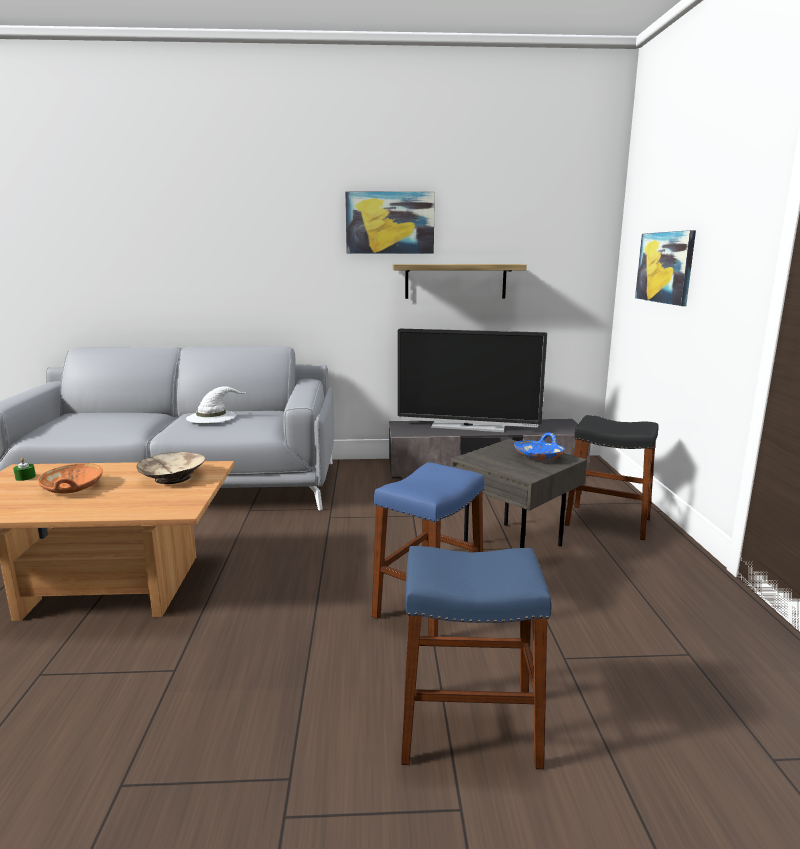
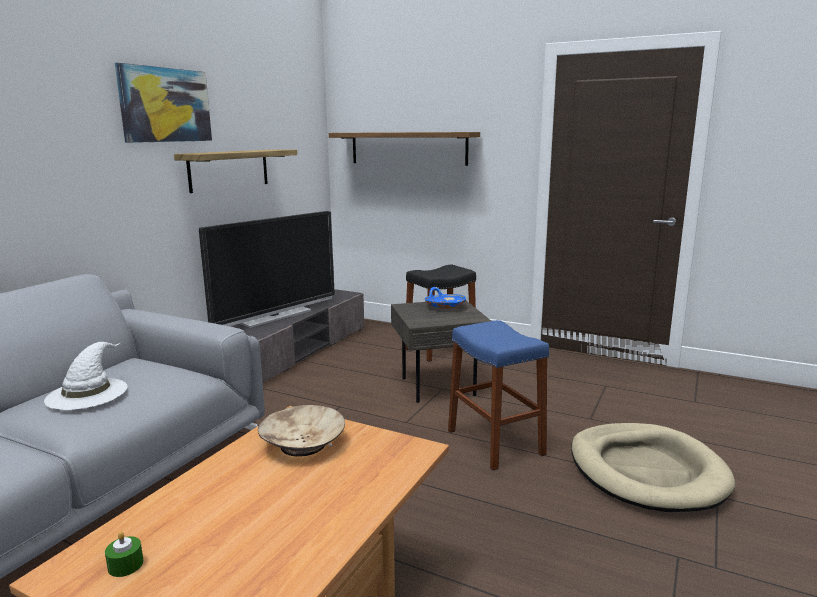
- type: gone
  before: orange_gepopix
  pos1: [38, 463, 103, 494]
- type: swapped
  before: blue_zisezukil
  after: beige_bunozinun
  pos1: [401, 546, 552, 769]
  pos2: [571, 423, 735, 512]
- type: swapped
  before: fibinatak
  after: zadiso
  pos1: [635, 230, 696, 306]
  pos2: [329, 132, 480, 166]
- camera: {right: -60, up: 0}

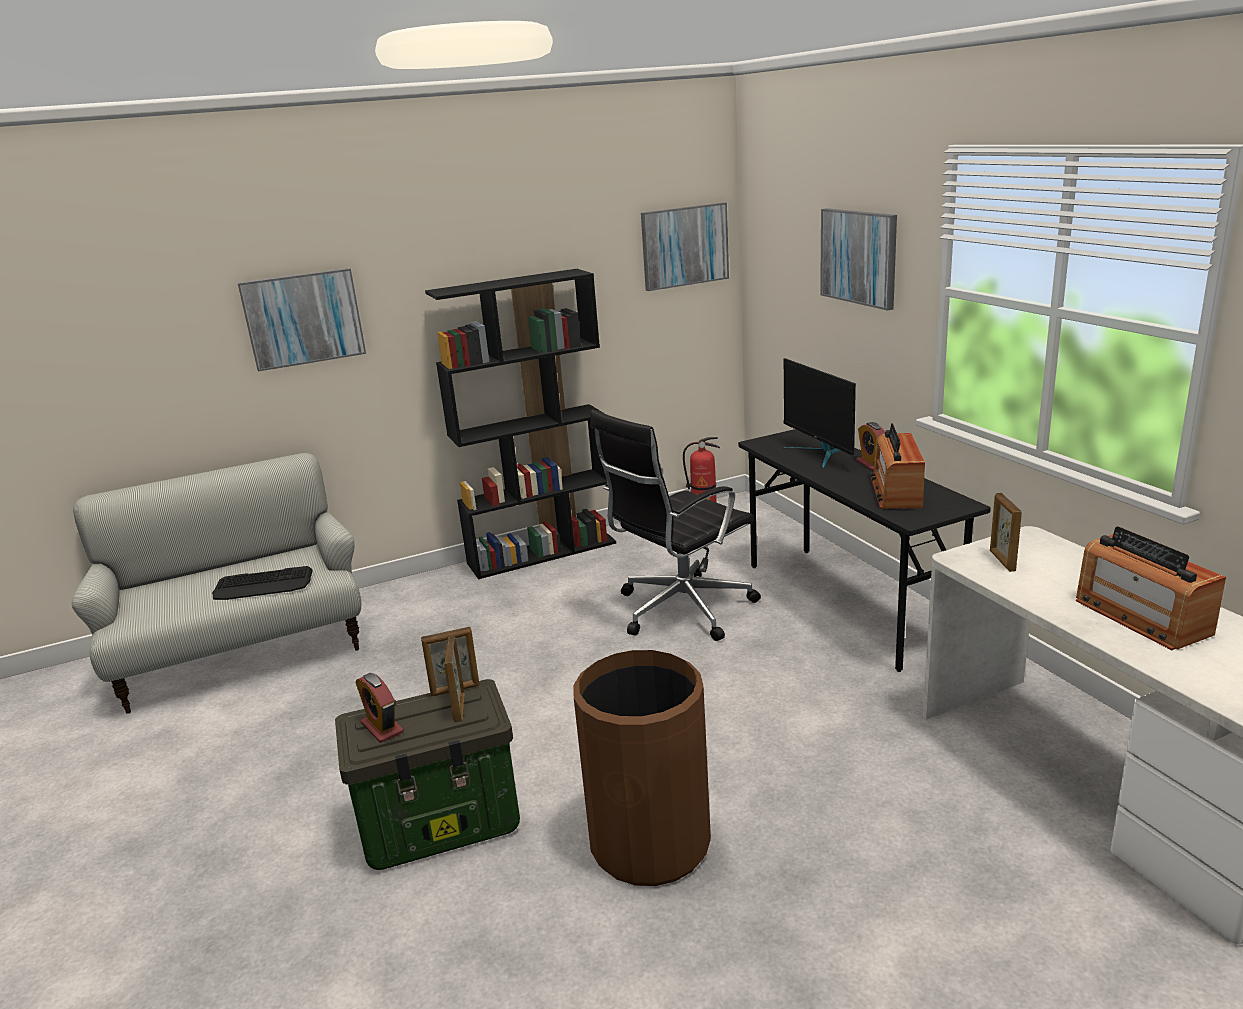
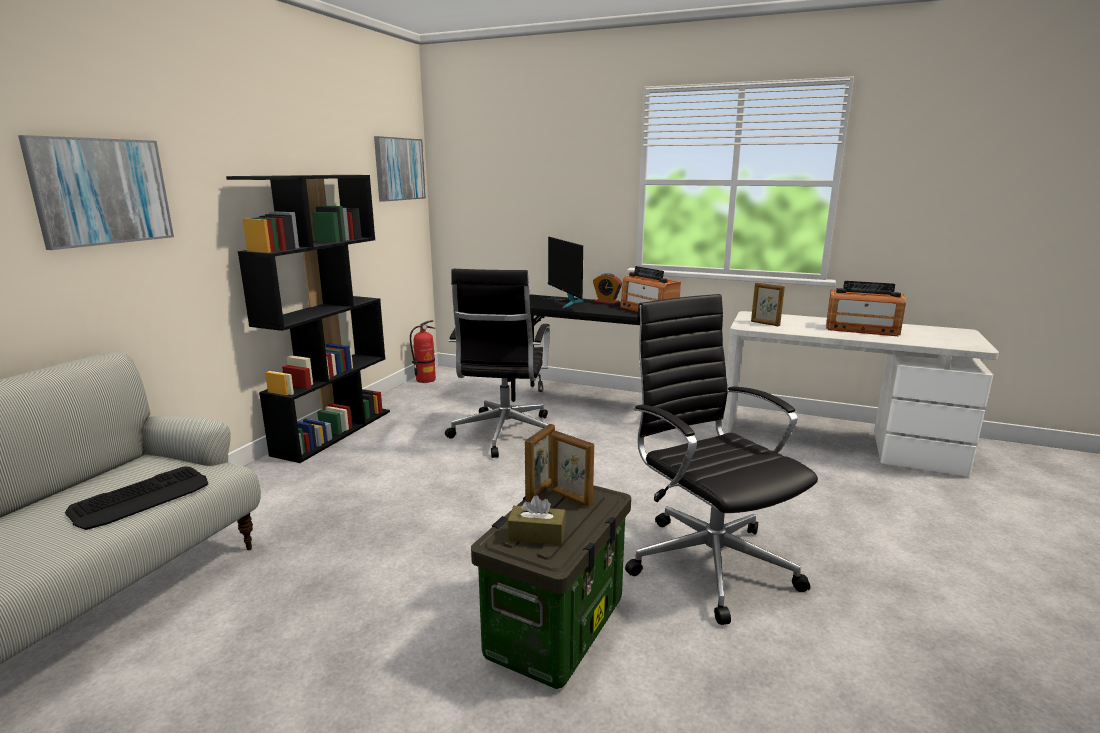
- type: swapped
  before: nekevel
  after: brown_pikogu
  pos1: [355, 673, 404, 743]
  pos2: [508, 495, 566, 545]
- type: swapped
  before: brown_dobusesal
  after: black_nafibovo
  pos1: [573, 650, 711, 886]
  pos2: [625, 294, 818, 625]
- type: rotated
  before: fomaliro
  pos1: [782, 358, 856, 469]
  pos2: [543, 237, 585, 309]
  turn: 45
- type: gone
  before: fibinatak
  pos1: [820, 208, 897, 311]
- camera: {right: -45, up: -5}

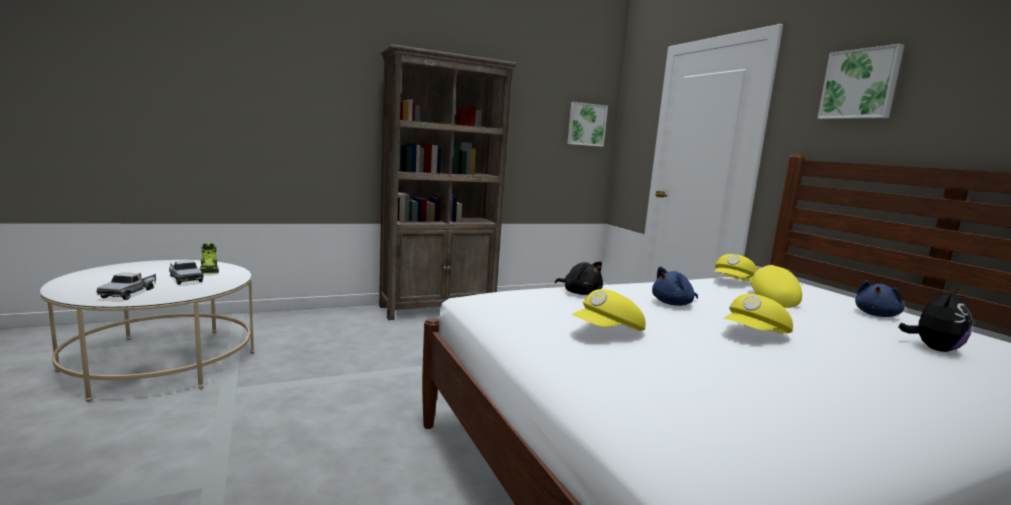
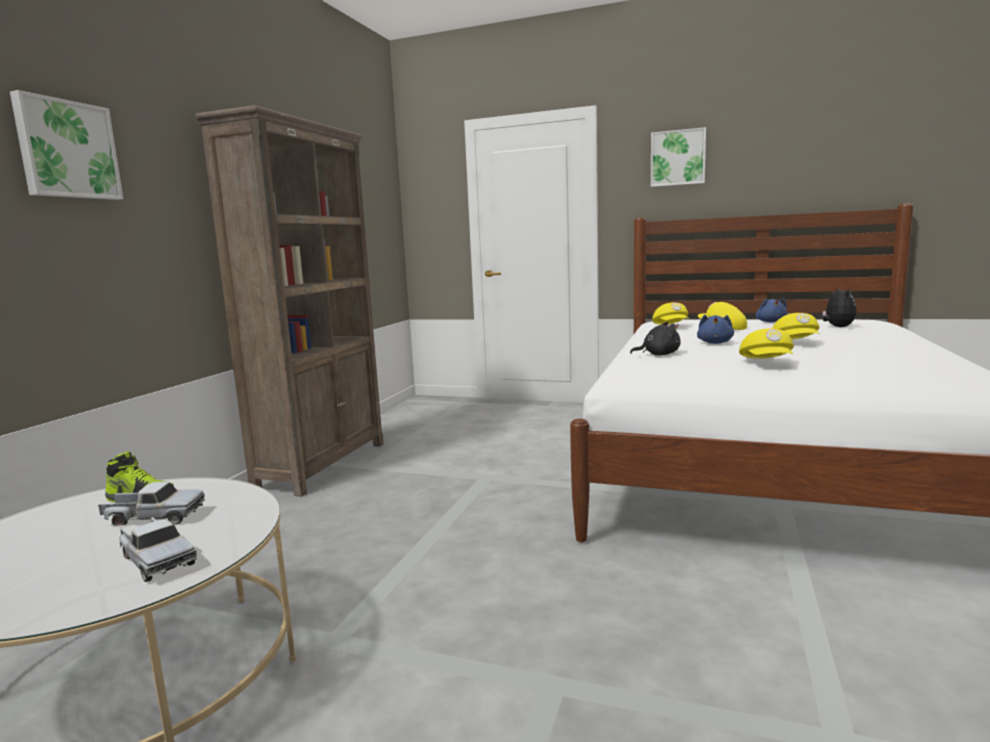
- type: shifted
  before: fibinatak
  pos1: [567, 102, 608, 147]
  pos2: [10, 90, 123, 200]
- camera: {right: -45, up: 0}

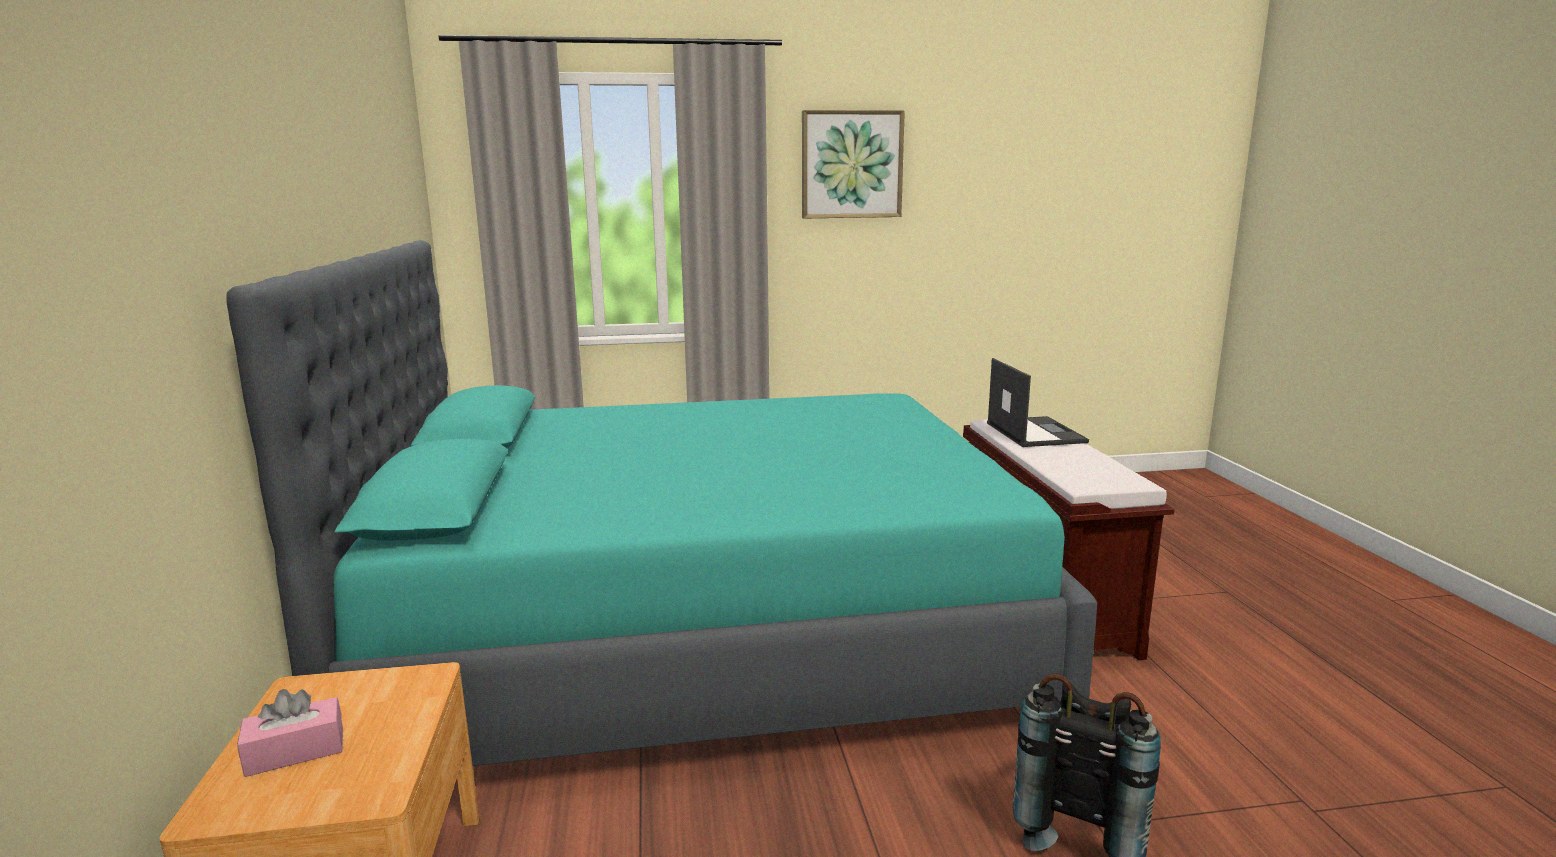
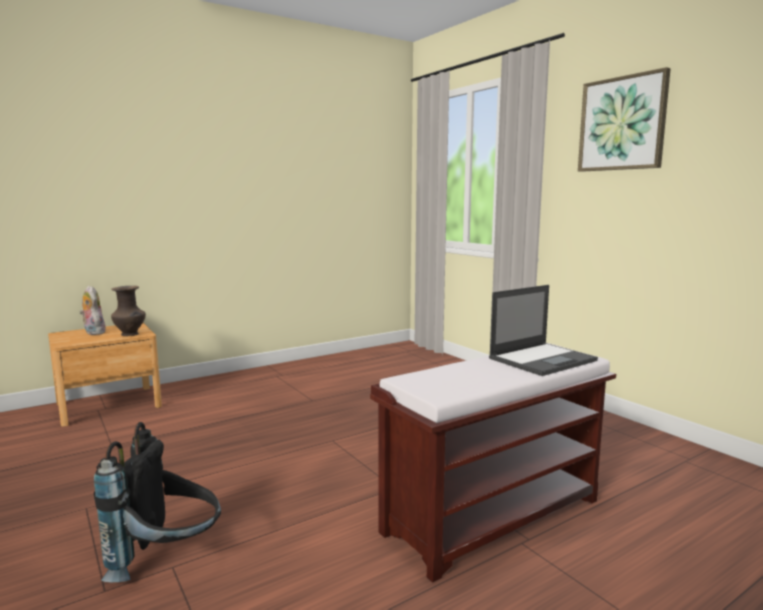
- type: gone
  before: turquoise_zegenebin
  pos1: [226, 240, 1097, 766]
- type: swapped
  before: pink_pikogu
  after: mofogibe
  pos1: [237, 689, 343, 777]
  pos2: [79, 286, 106, 335]
- type: new
  after: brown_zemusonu
  pos2: [111, 286, 146, 336]
- camera: {right: 65, up: -5}

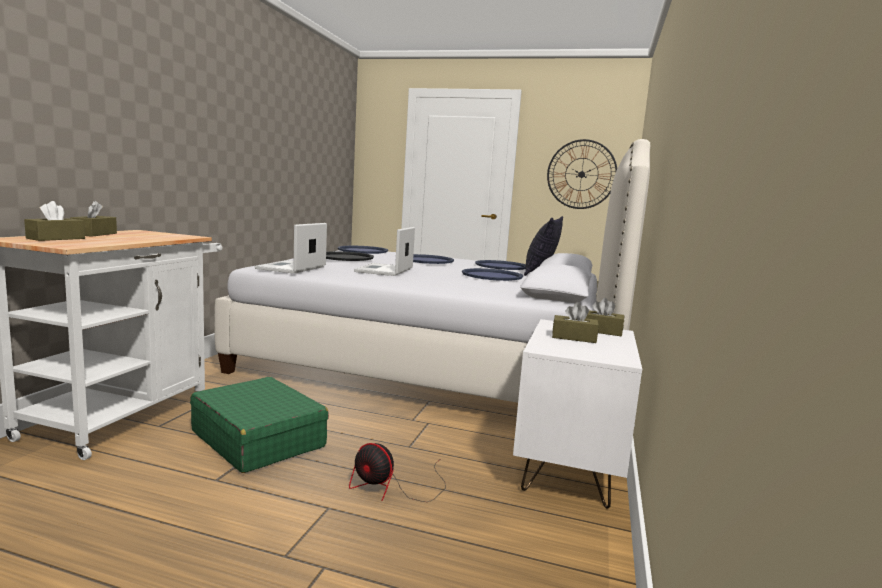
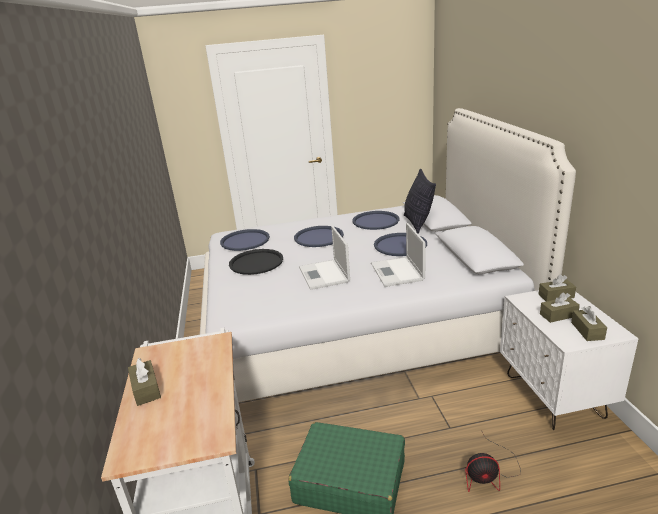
- type: shifted
  before: brown_pikogu
  pos1: [24, 201, 85, 241]
  pos2: [571, 306, 607, 341]
- type: shifted
  before: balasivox
  pos1: [254, 223, 327, 274]
  pos2: [371, 223, 426, 287]
- type: gone
  before: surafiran
  pos1: [547, 139, 617, 209]
- camera: {right: -25, up: 15}

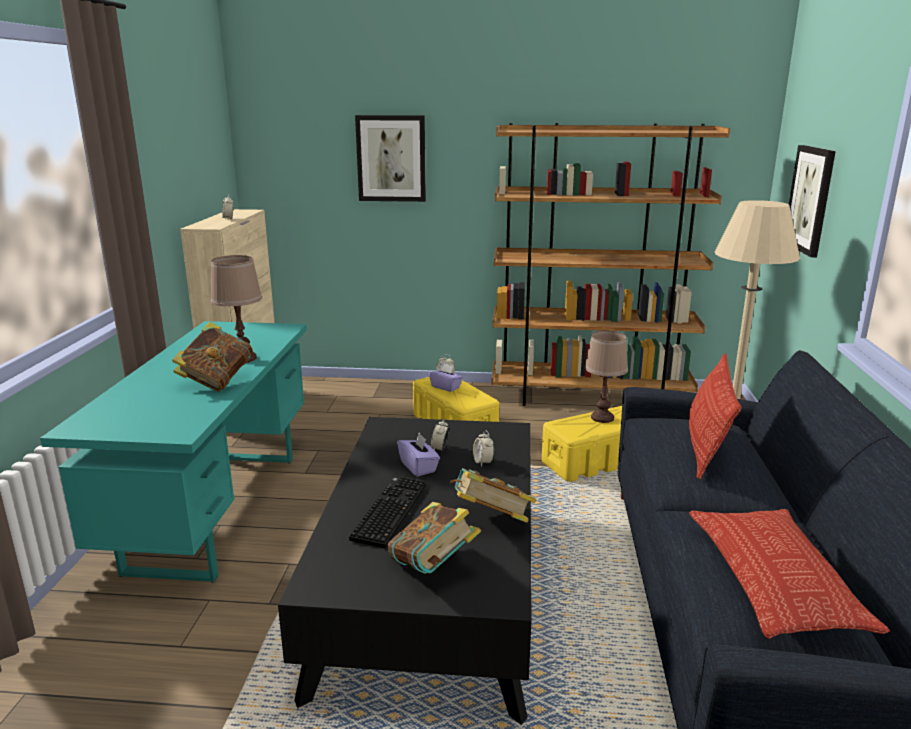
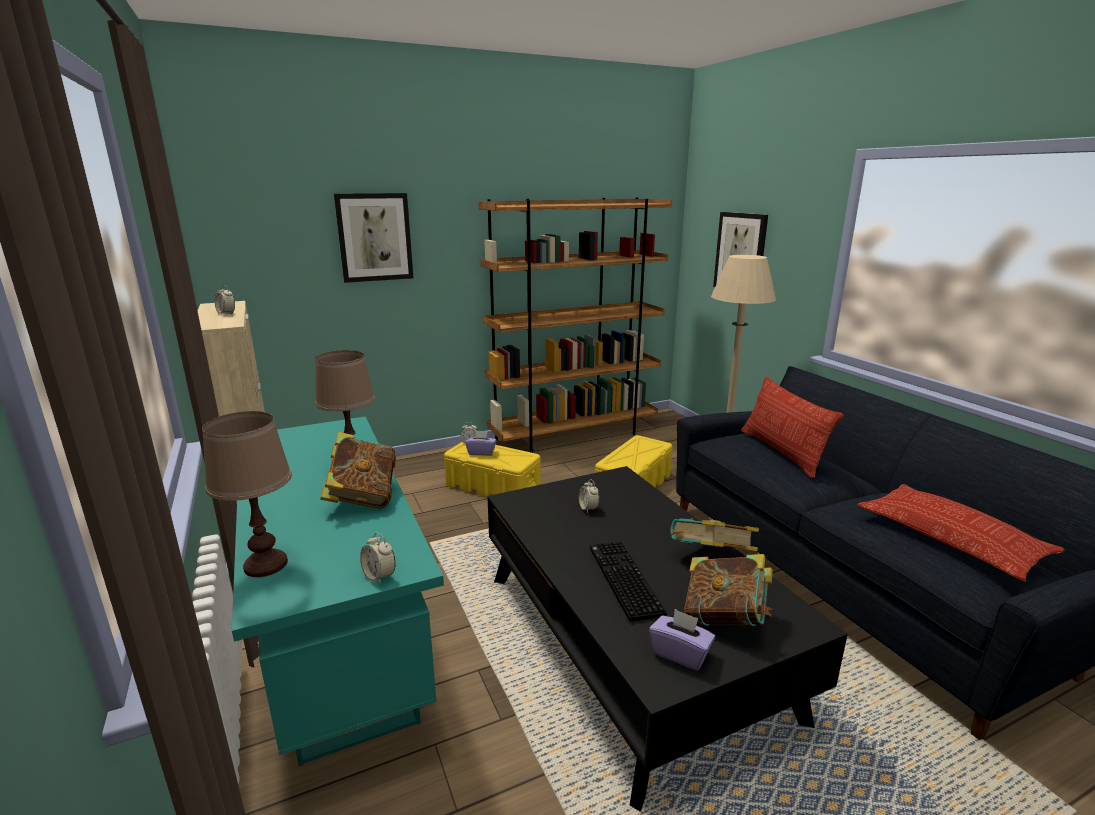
- type: shifted
  before: purple_pikogu
  pos1: [397, 433, 440, 477]
  pos2: [649, 609, 715, 670]
- type: shifted
  before: nekevel
  pos1: [473, 430, 494, 467]
  pos2: [360, 532, 396, 585]
- type: shifted
  before: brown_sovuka
  pos1: [585, 330, 628, 423]
  pos2: [202, 411, 292, 577]
- camera: {right: -30, up: 0}

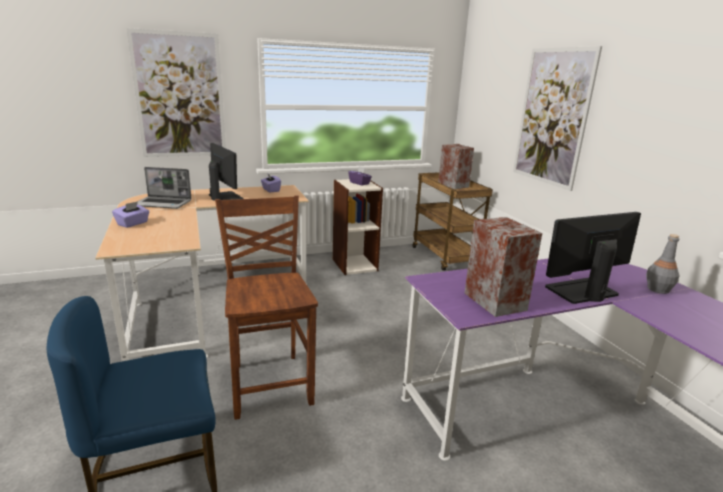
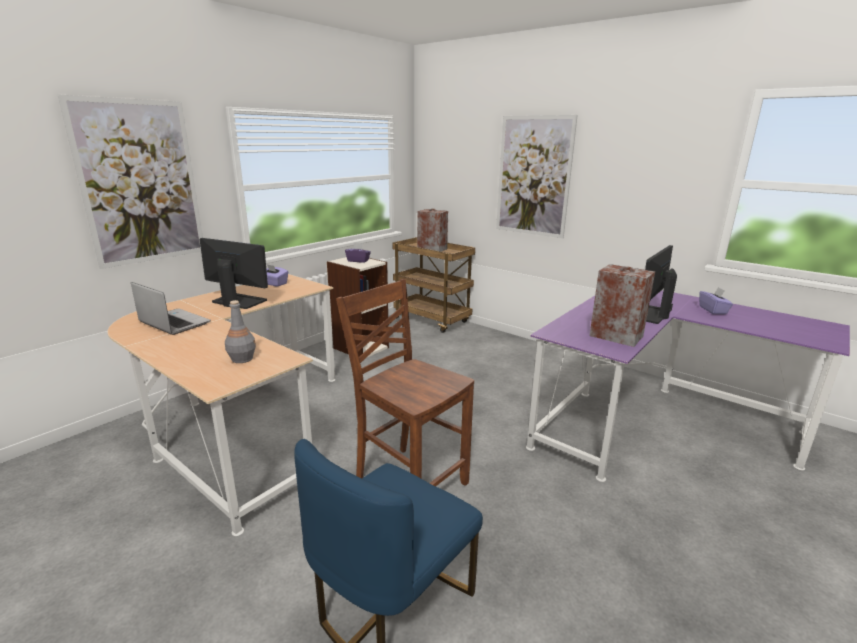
- type: shifted
  before: purple_pikogu
  pos1: [112, 201, 149, 228]
  pos2: [699, 287, 733, 314]
- type: rotated
  before: balasivox
  pos1: [137, 167, 192, 209]
  pos2: [131, 282, 211, 335]
  turn: -120
- type: shifted
  before: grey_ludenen
  pos1: [646, 234, 680, 294]
  pos2: [225, 300, 256, 363]
- camera: {right: -30, up: 0}

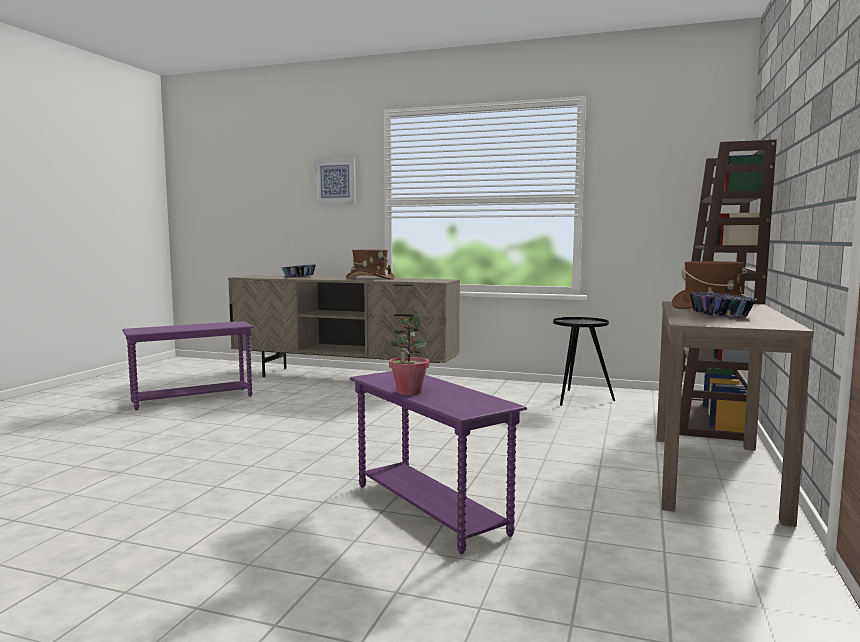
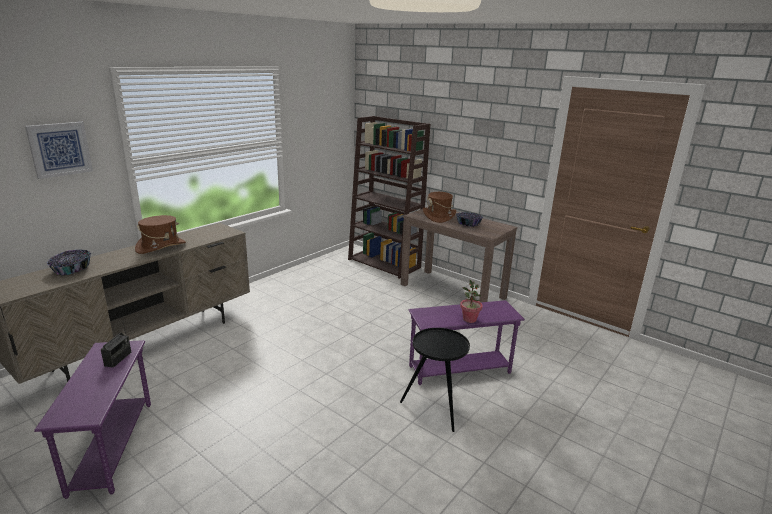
- type: shifted
  before: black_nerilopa
  pos1: [553, 317, 615, 406]
  pos2: [400, 328, 470, 432]
- type: new
  after: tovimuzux
  pos2: [101, 317, 131, 368]
- camera: {right: -70, up: 15}

